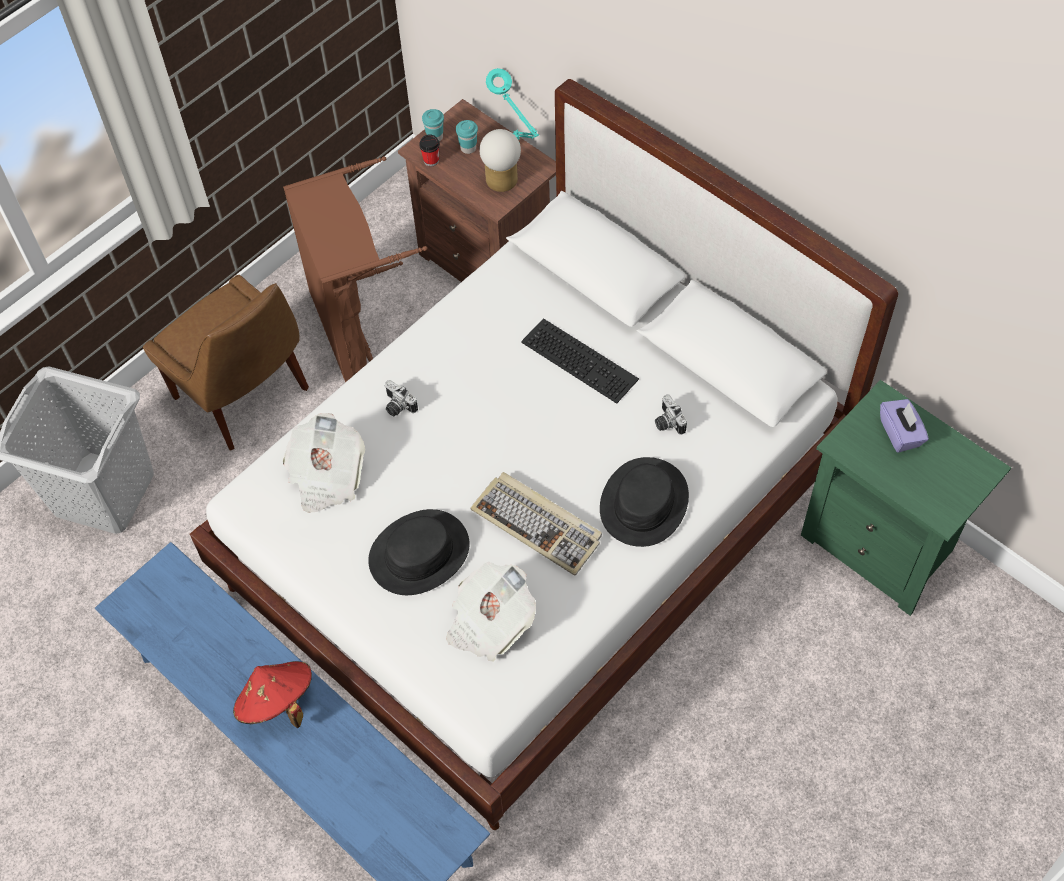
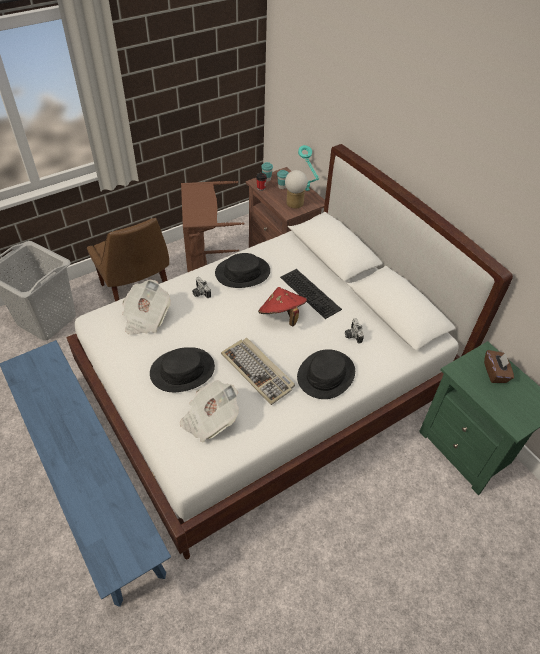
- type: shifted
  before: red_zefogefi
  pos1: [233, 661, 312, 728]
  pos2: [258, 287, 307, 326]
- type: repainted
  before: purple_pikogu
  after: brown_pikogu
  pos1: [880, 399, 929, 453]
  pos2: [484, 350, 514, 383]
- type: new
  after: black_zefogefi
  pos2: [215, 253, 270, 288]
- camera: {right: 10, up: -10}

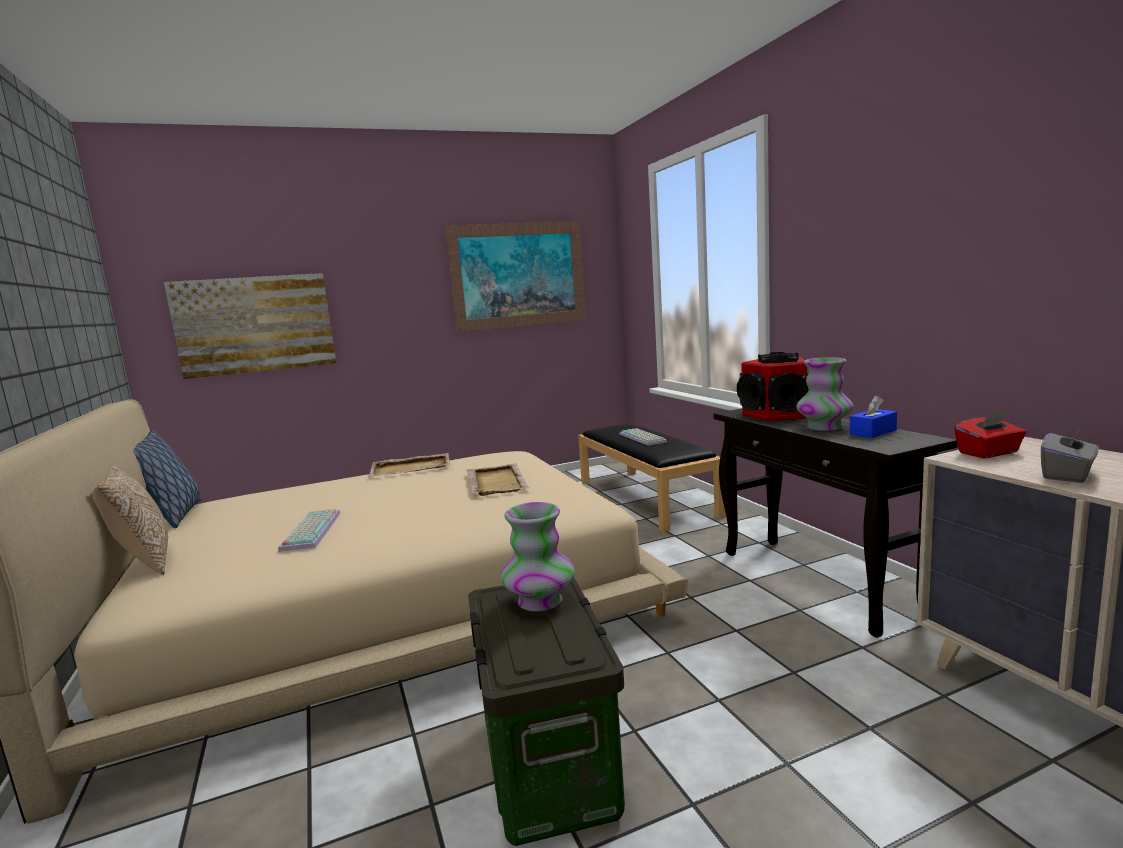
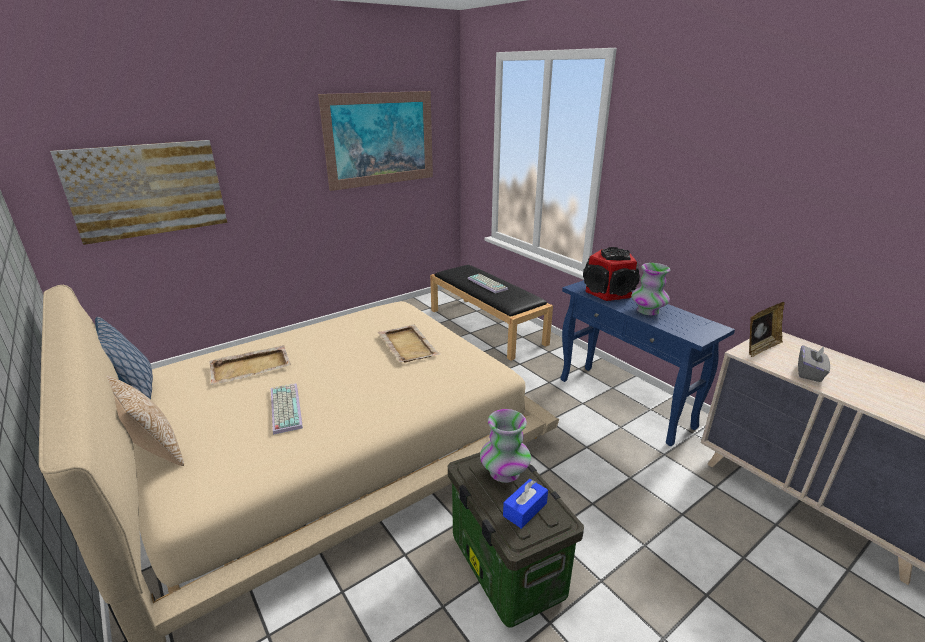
- type: shifted
  before: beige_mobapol
  pos1: [369, 453, 450, 477]
  pos2: [209, 345, 291, 385]
- type: repainted
  before: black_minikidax
  after: blue_minikidax
  pos1: [713, 409, 958, 638]
  pos2: [560, 280, 735, 446]
- type: shifted
  before: blue_pikogu
  pos1: [850, 395, 897, 438]
  pos2: [503, 479, 548, 529]
- type: swapped
  before: red_pikogu
  after: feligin
  pos1: [954, 411, 1027, 459]
  pos2: [749, 302, 785, 357]
- camera: {right: -15, up: 15}

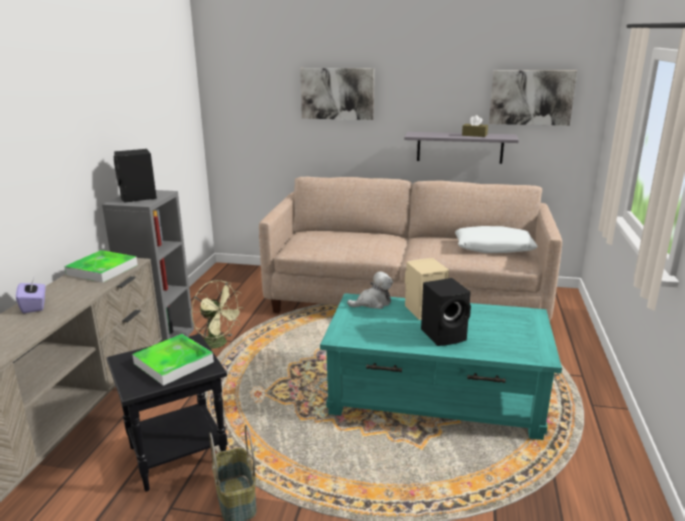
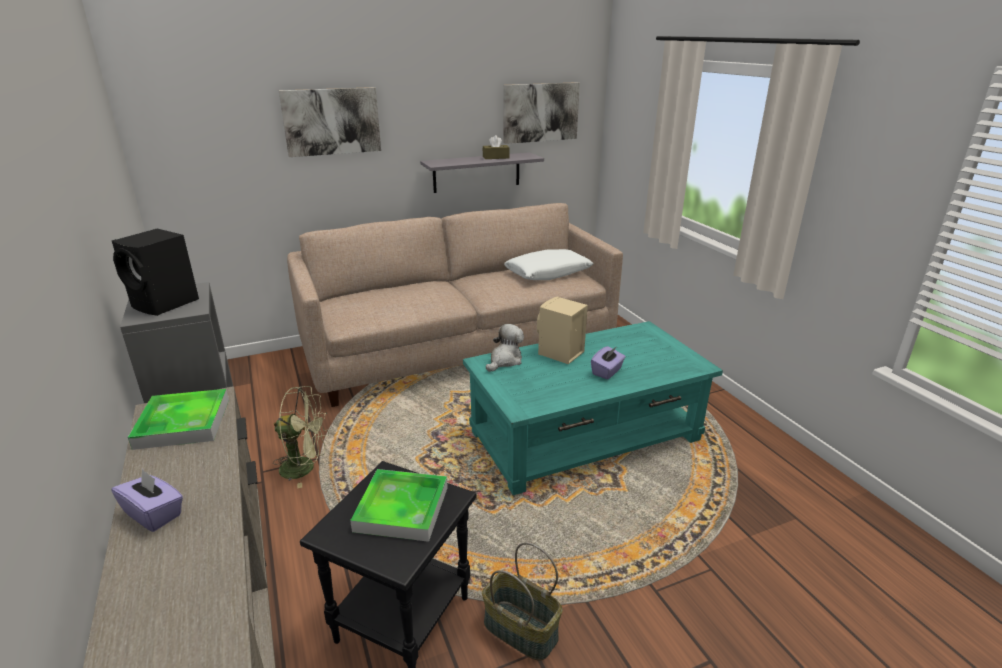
- type: swapped
  before: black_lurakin
  after: purple_pikogu
  pos1: [421, 278, 471, 346]
  pos2: [591, 346, 626, 380]
- camera: {right: -35, up: 5}

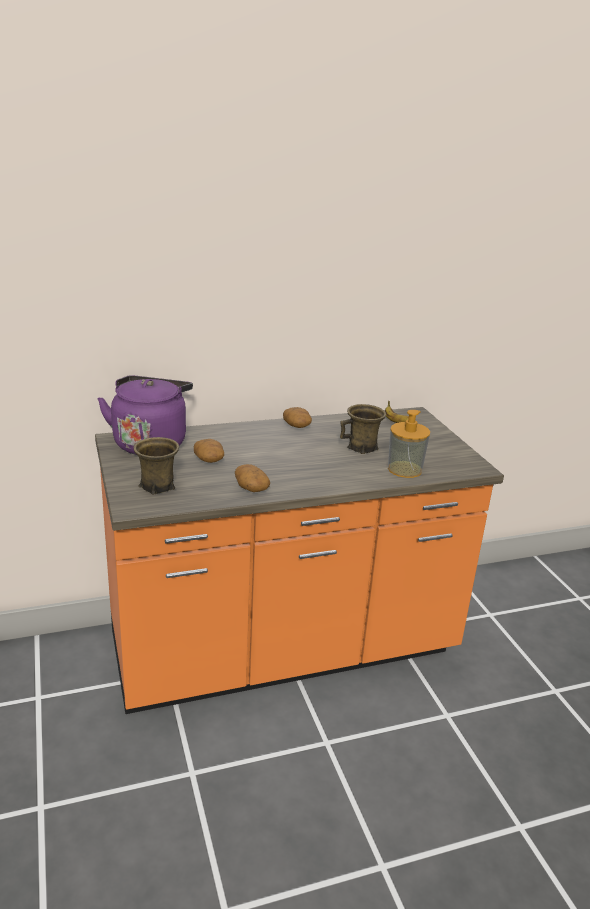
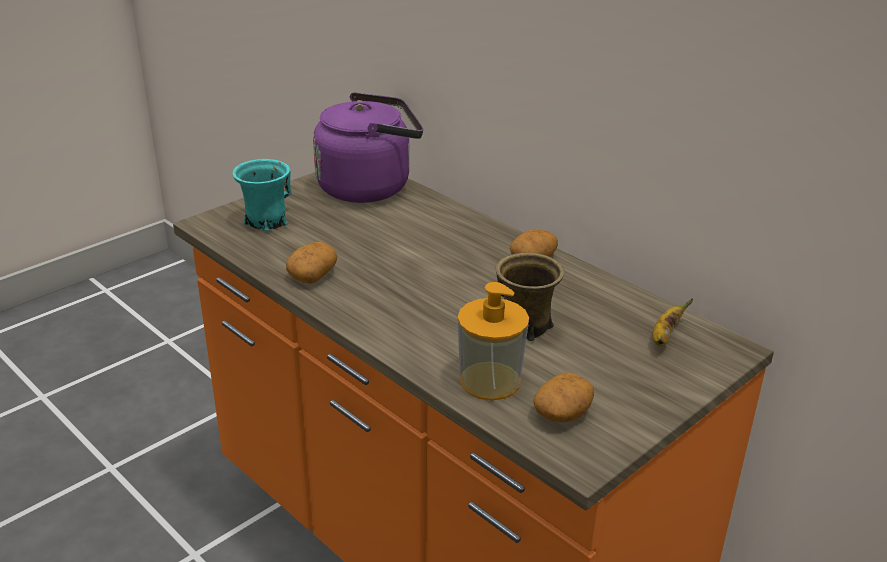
- type: repainted
  before: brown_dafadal
  after: turquoise_dafadal
  pos1: [133, 437, 179, 494]
  pos2: [232, 159, 292, 232]
- type: shifted
  before: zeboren
  pos1: [194, 439, 224, 463]
  pos2: [533, 372, 594, 422]
- camera: {right: 65, up: 5}

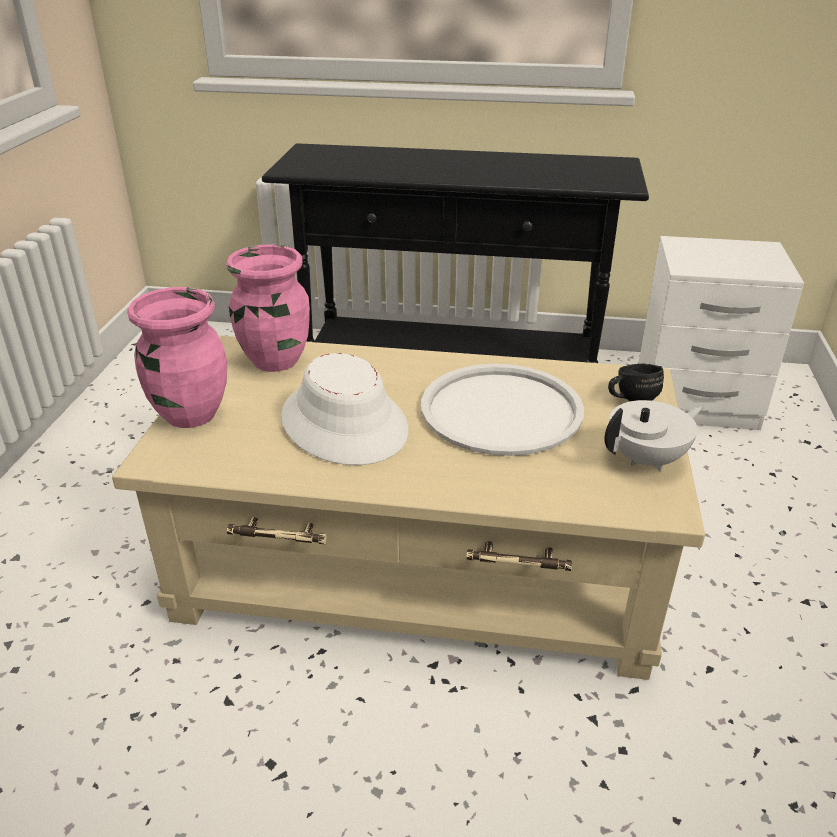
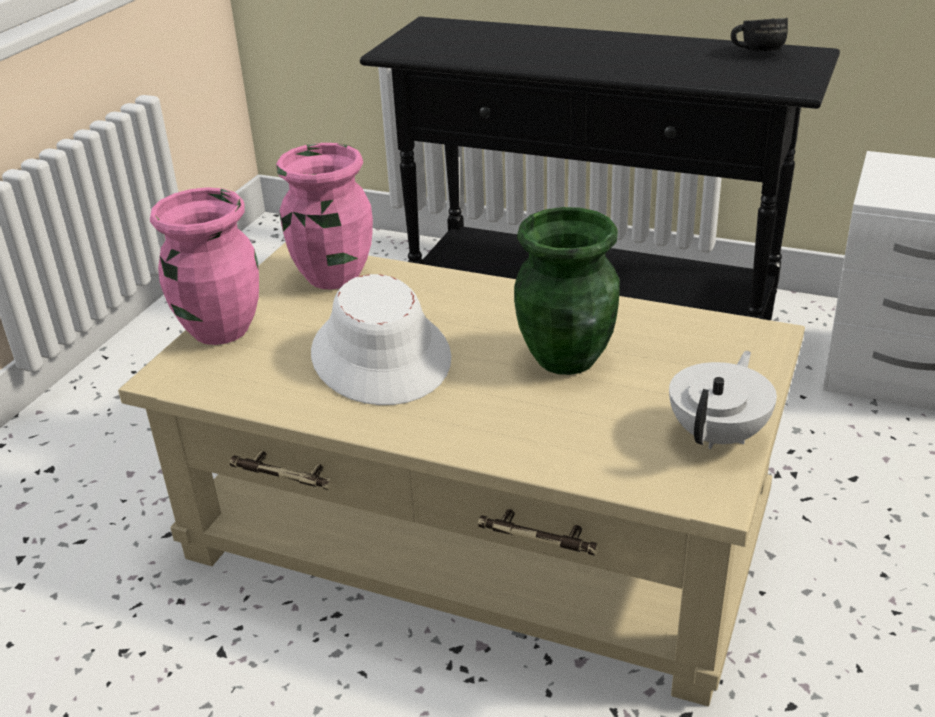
- type: swapped
  before: white_mobapol
  after: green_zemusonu
  pos1: [421, 364, 584, 456]
  pos2: [514, 207, 620, 375]
- type: rotated
  before: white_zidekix
  pos1: [604, 400, 703, 472]
  pos2: [669, 351, 777, 449]
  turn: -45
- type: shifted
  before: black_dafadal
  pos1: [608, 363, 664, 401]
  pos2: [731, 18, 788, 52]
- camera: {right: 15, up: 0}

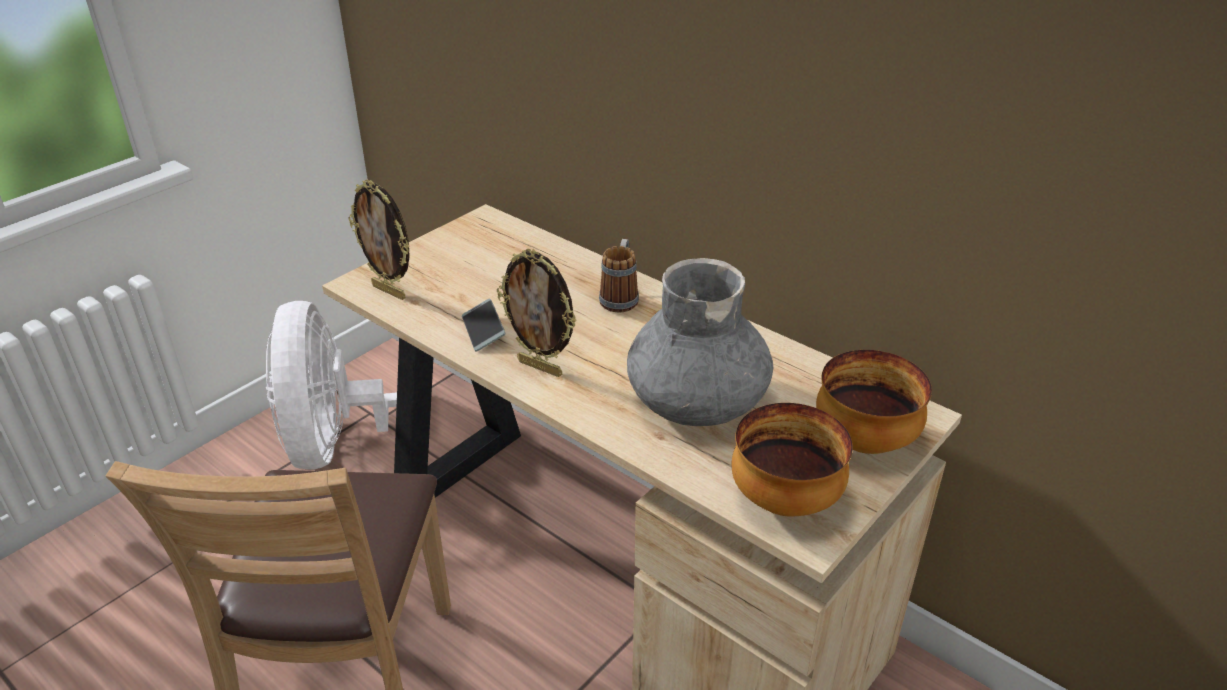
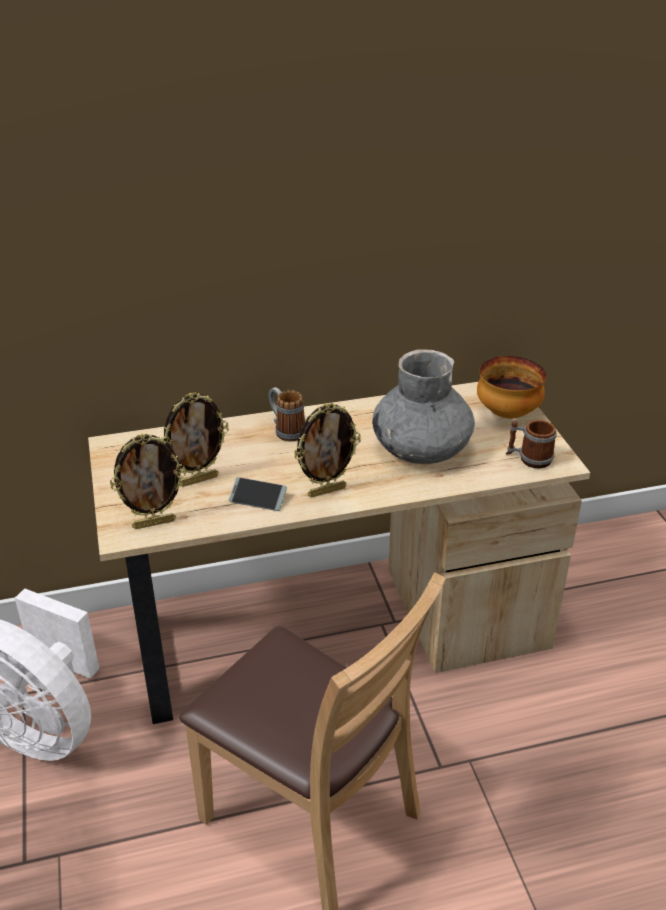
- type: swapped
  before: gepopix
  after: dafadal
  pos1: [732, 403, 853, 517]
  pos2: [506, 420, 557, 469]
- type: new
  after: feligin
  pos2: [163, 392, 229, 487]
- camera: {right: -55, up: 0}

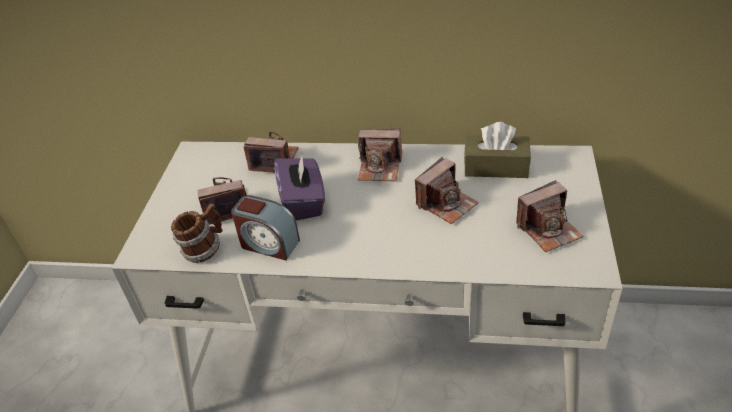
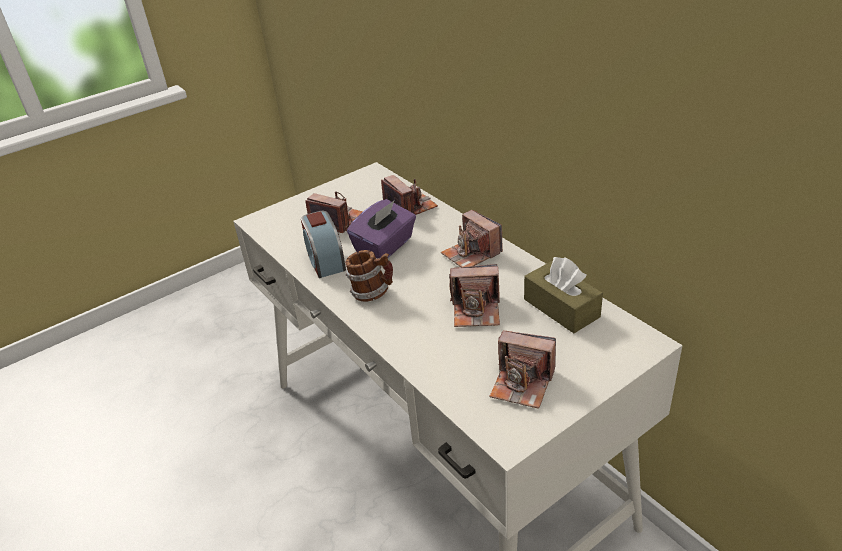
- type: shifted
  before: dafadal
  pos1: [171, 203, 223, 263]
  pos2: [345, 250, 393, 302]
- camera: {right: 45, up: -5}

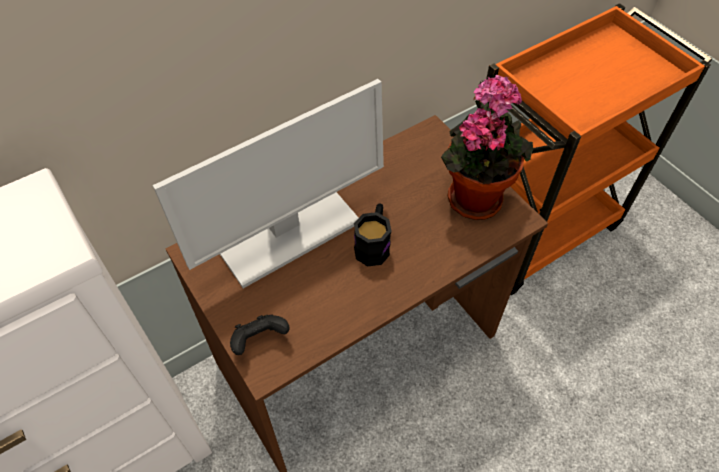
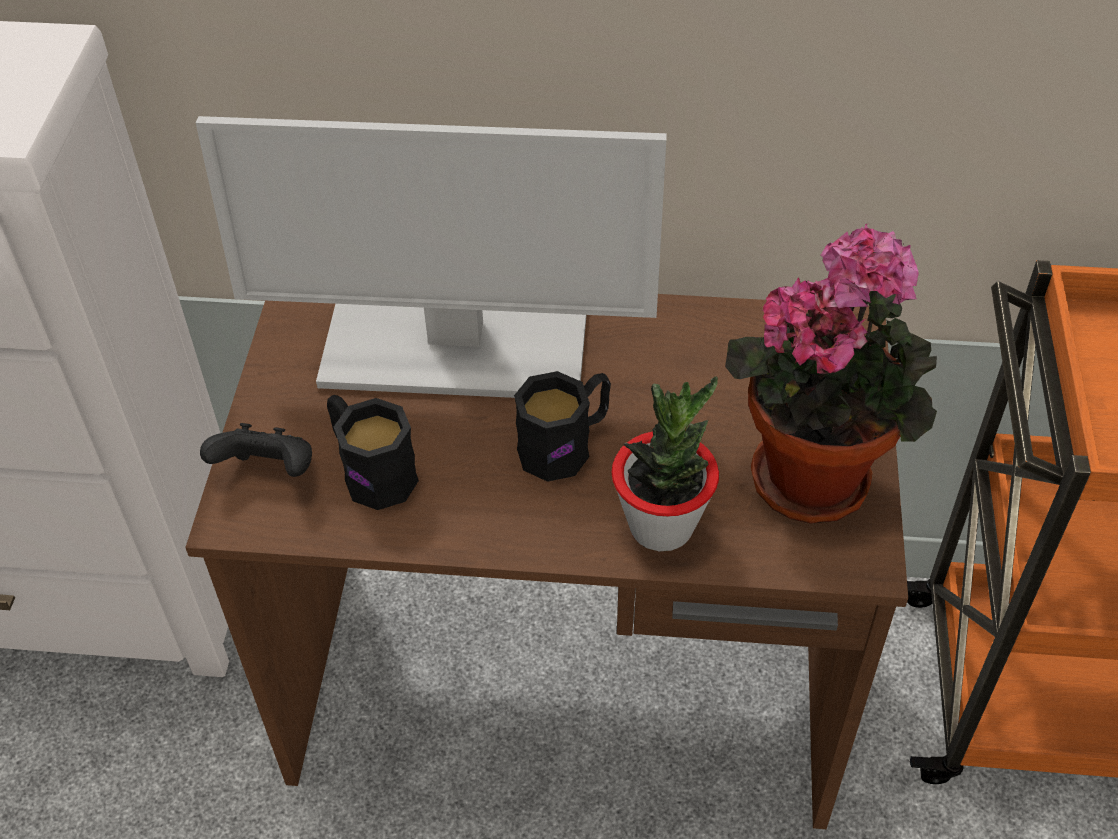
- type: new
  after: black_dafadal
  pos2: [327, 395, 419, 510]
- type: new
  after: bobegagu
  pos2: [612, 376, 719, 551]
- camera: {right: 40, up: -5}

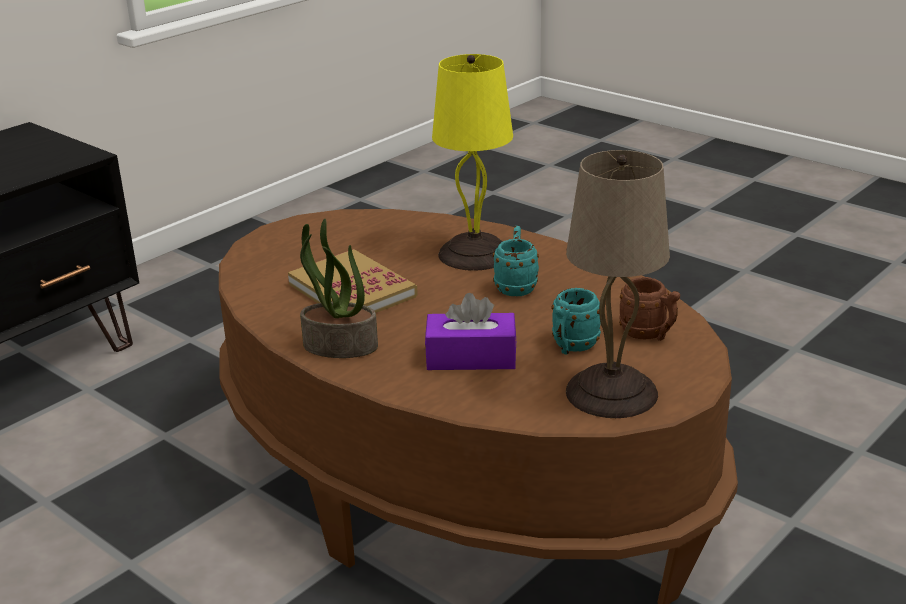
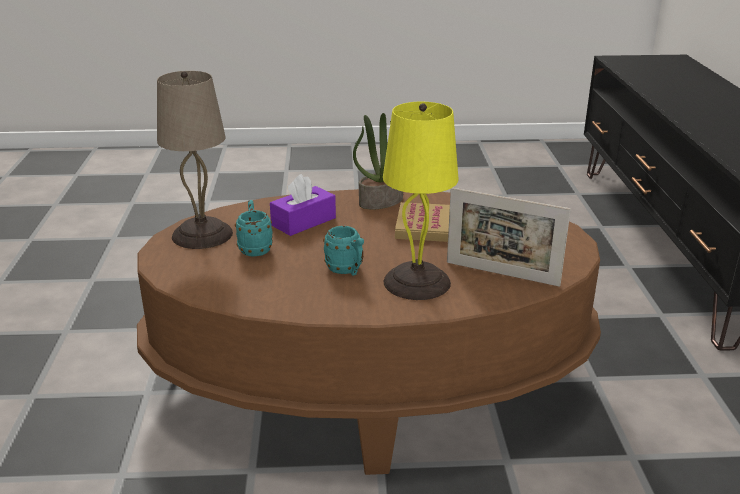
- type: gone
  before: brown_dafadal
  pos1: [619, 277, 680, 341]
- type: new
  after: feligin
  pos2: [447, 188, 571, 287]
- camera: {right: 135, up: 0}

